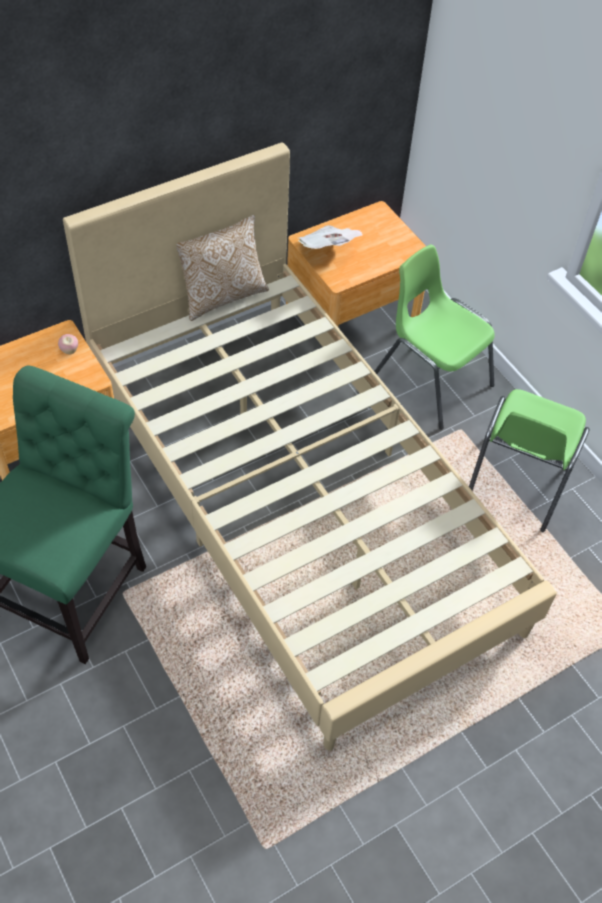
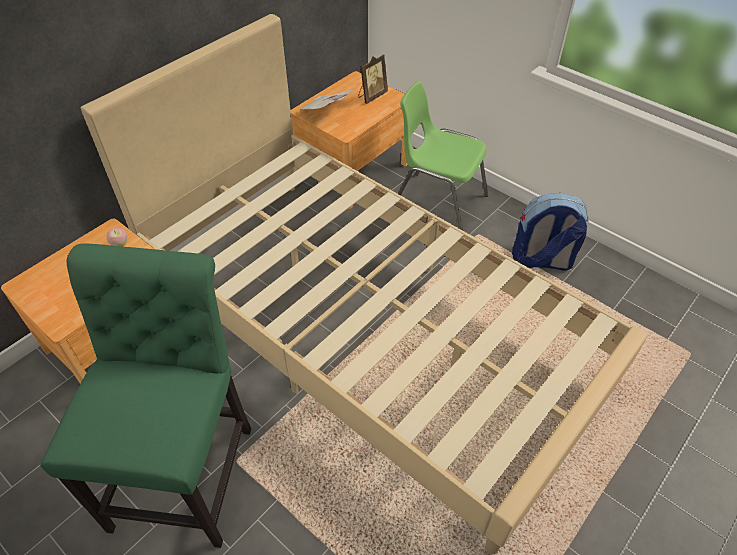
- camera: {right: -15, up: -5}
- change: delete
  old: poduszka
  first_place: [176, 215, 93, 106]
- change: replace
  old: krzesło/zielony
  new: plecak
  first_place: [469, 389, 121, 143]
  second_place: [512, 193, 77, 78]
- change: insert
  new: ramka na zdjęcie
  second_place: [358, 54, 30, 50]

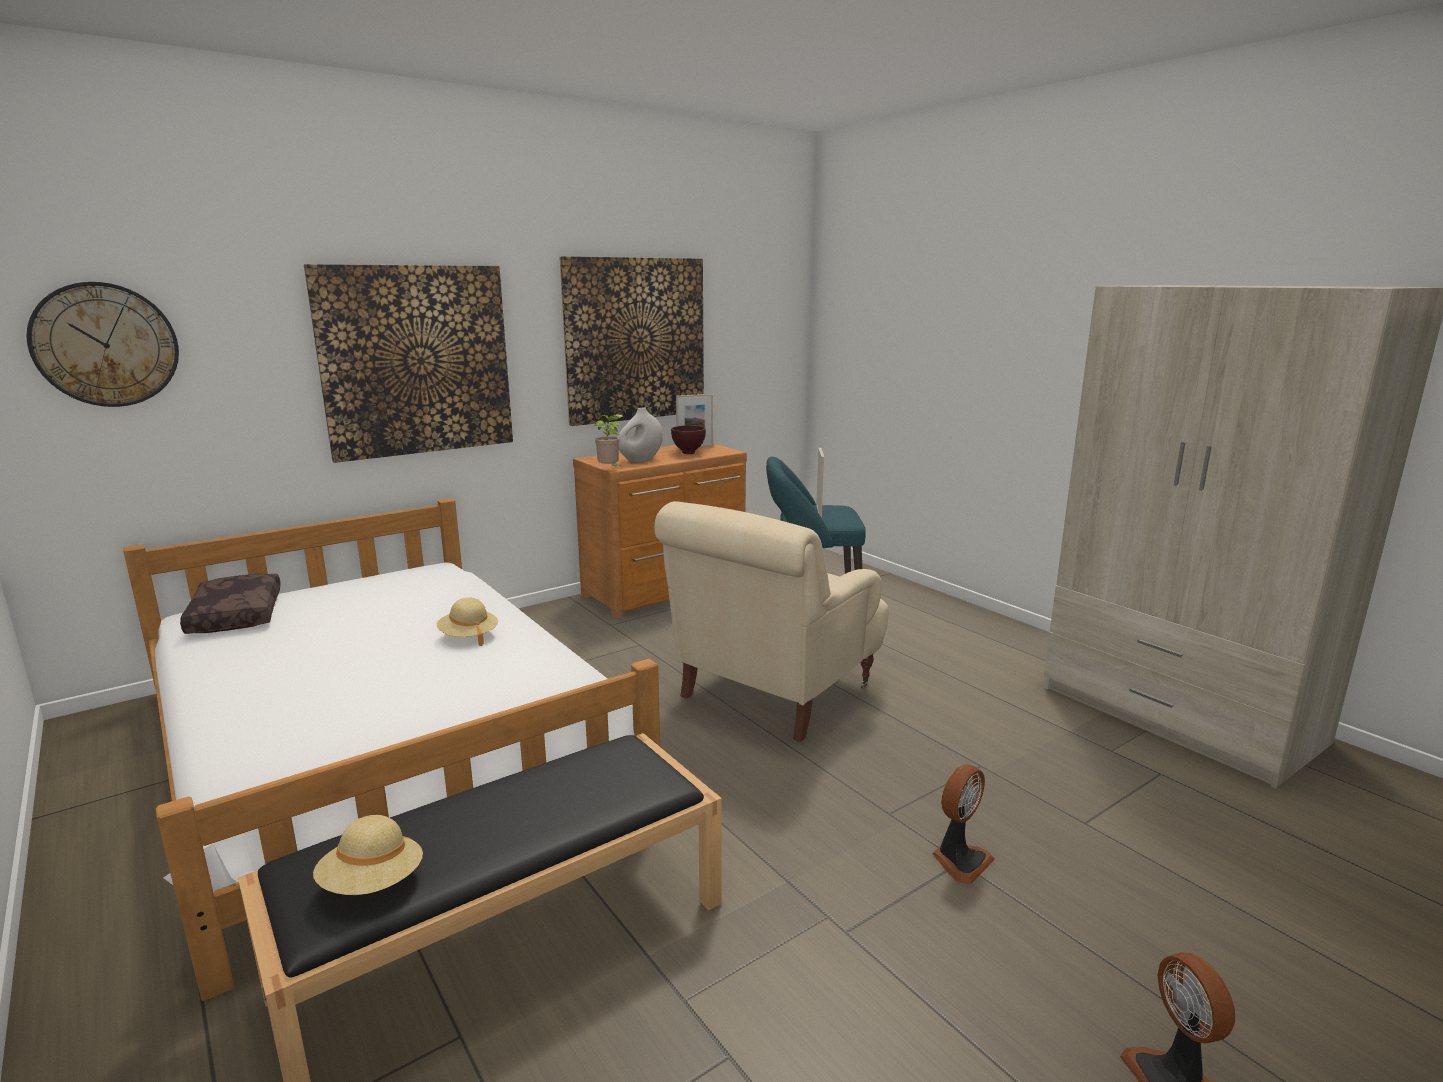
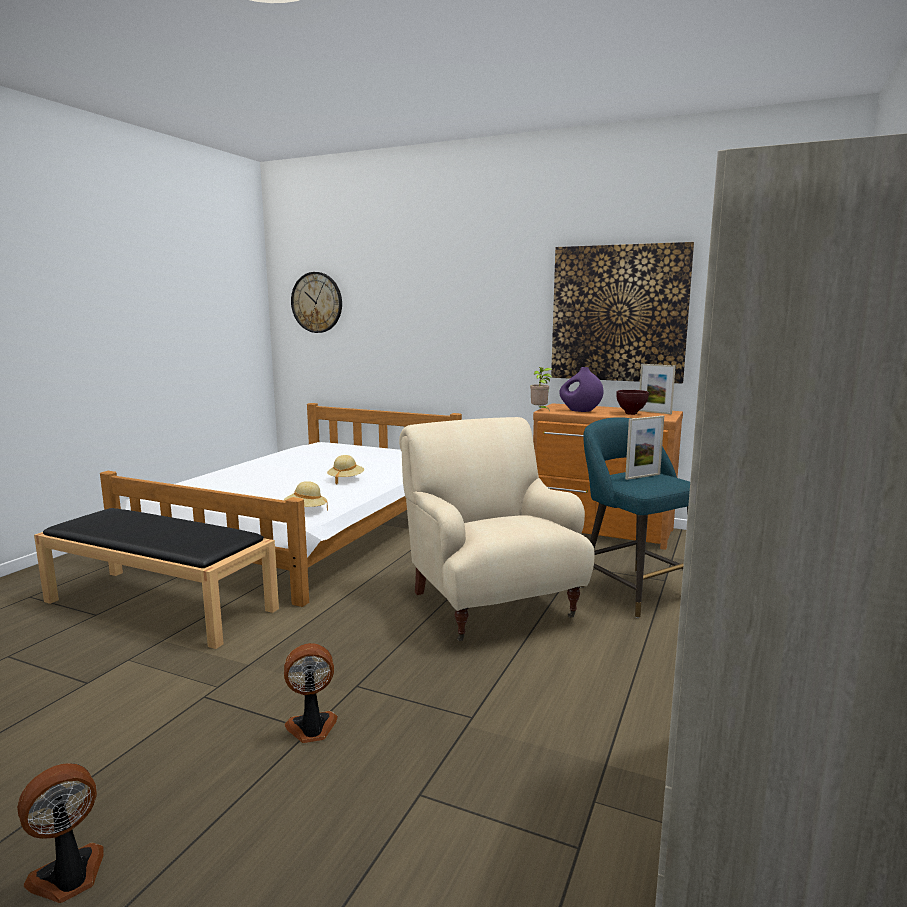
- camera: {right: 60, up: -5}
- change: delete
  old: poduszka/brązowy
  first_place: [180, 573, 101, 61]
- change: delete
  old: obraz
  first_place: [304, 264, 209, 199]
- change: move
  old: kapelusz/beżowy
  first_place: [313, 815, 110, 80]
  second_place: [284, 481, 44, 30]
- change: recolor
  old: wazon/biały
  new: wazon/fioletowy
  first_place: [617, 407, 46, 55]
  second_place: [559, 367, 44, 45]
- change: rotate
  old: fotel/beżowy
  first_place: [654, 501, 235, 241]
  second_place: [399, 417, 196, 224]
  degrees: 60
- change: rotate
  old: wentylator
  first_place: [932, 764, 63, 121]
  second_place: [284, 643, 54, 100]
  degrees: 150

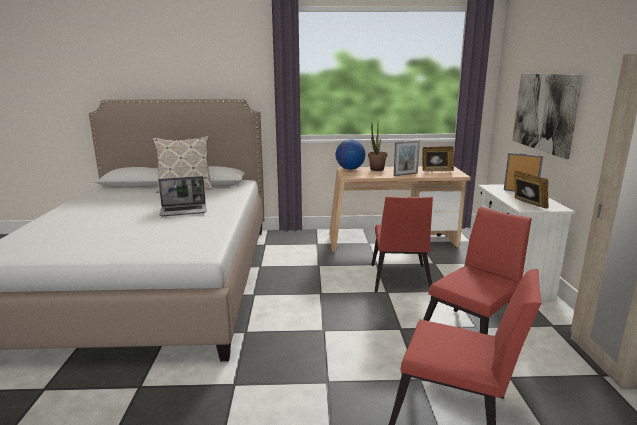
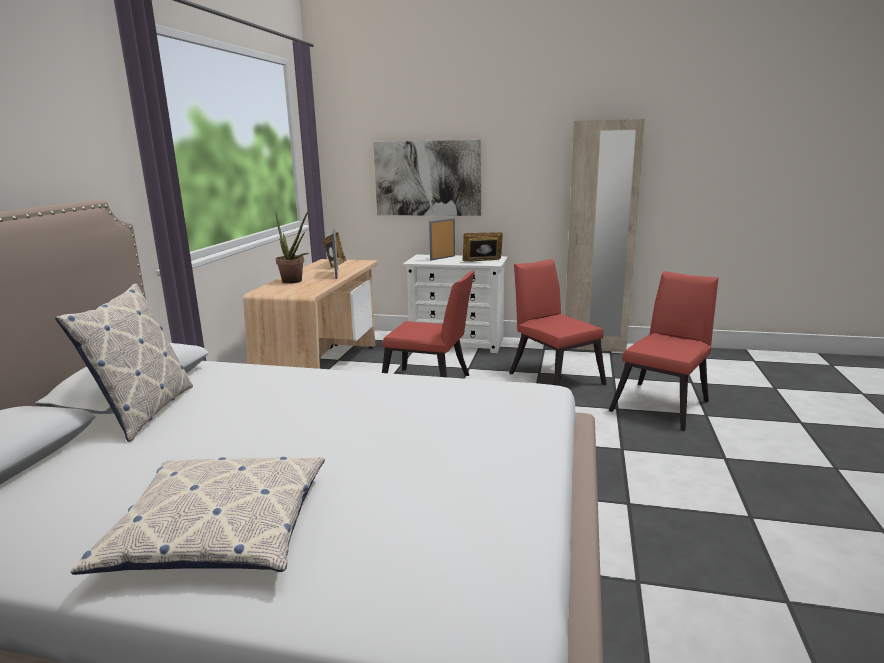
- camera: {right: -75, up: 0}
- change: delete
  old: laptop
  first_place: [158, 176, 48, 40]
- change: delete
  old: globus
  first_place: [336, 139, 29, 31]
- change: insert
  new: poduszka
  second_place: [71, 457, 254, 118]

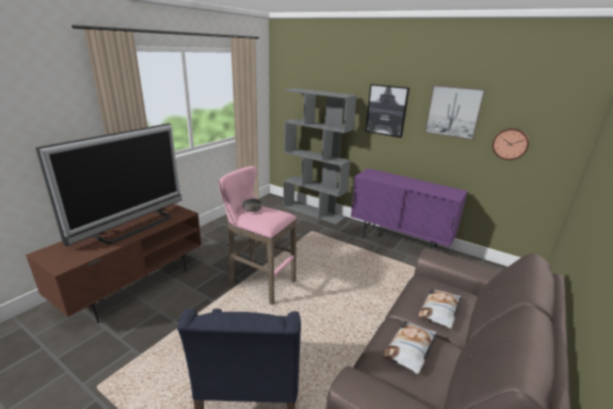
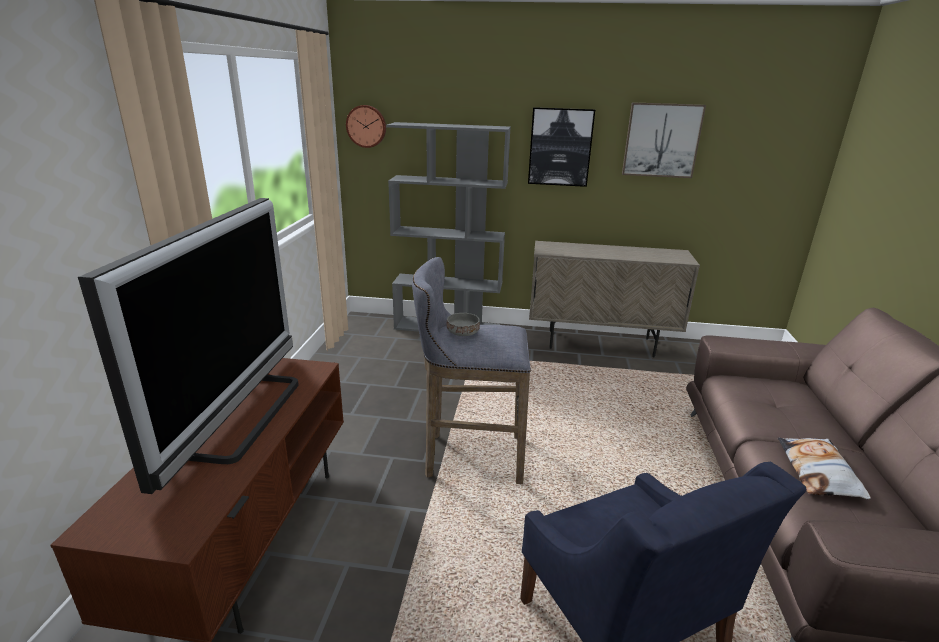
- camera: {right: -25, up: 0}
- change: recolor
  old: stołek/różowy
  new: stołek/szary
  first_place: [219, 166, 78, 139]
  second_place: [412, 257, 119, 227]
- change: recolor
  old: szafka/fioletowy
  new: szafka/beżowy
  first_place: [351, 168, 117, 81]
  second_place: [529, 241, 171, 117]
- change: delete
  old: poduszka
  first_place: [418, 289, 44, 40]
- change: move
  old: zegar ścienny
  first_place: [492, 128, 37, 32]
  second_place: [346, 105, 40, 43]

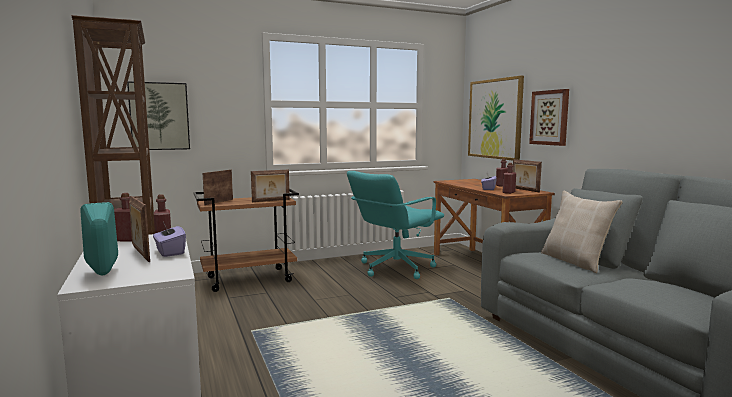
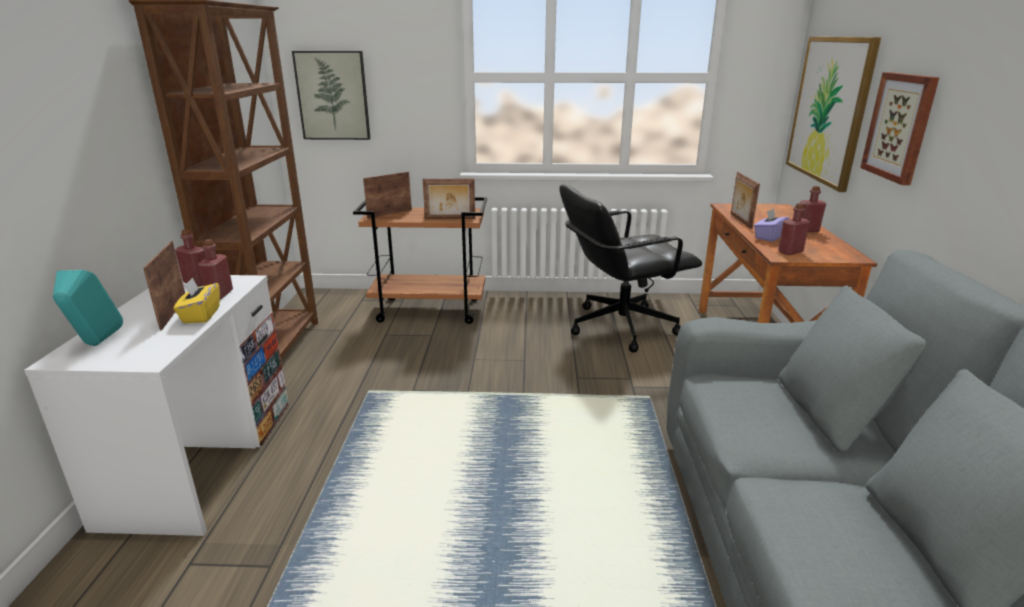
- camera: {right: 25, up: 15}
- change: recolor
  old: pudełko chusteczek/fioletowy
  new: pudełko chusteczek/żółty
  first_place: [153, 222, 33, 35]
  second_place: [173, 277, 47, 46]
- change: recolor
  old: krzesło biurowe/turkusowy
  new: krzesło biurowe/czarny
  first_place: [347, 171, 97, 108]
  second_place: [559, 184, 143, 169]
- change: move
  old: ramka na zdjęcie
  first_place: [513, 159, 29, 34]
  second_place: [731, 172, 29, 57]
- change: delete
  old: poduszka/beżowy
  first_place: [541, 190, 81, 83]

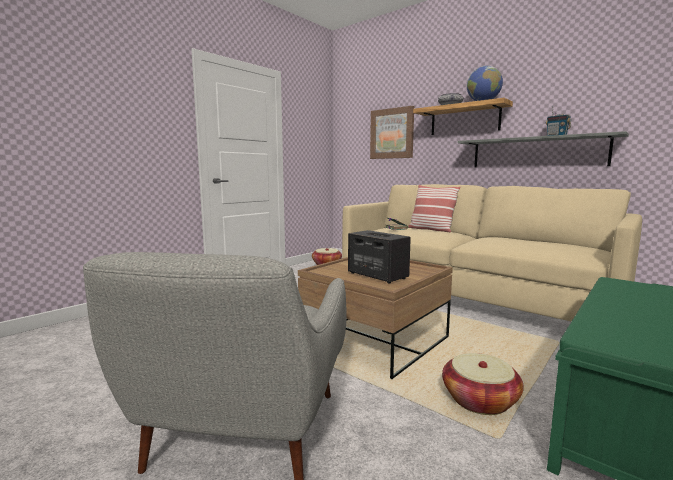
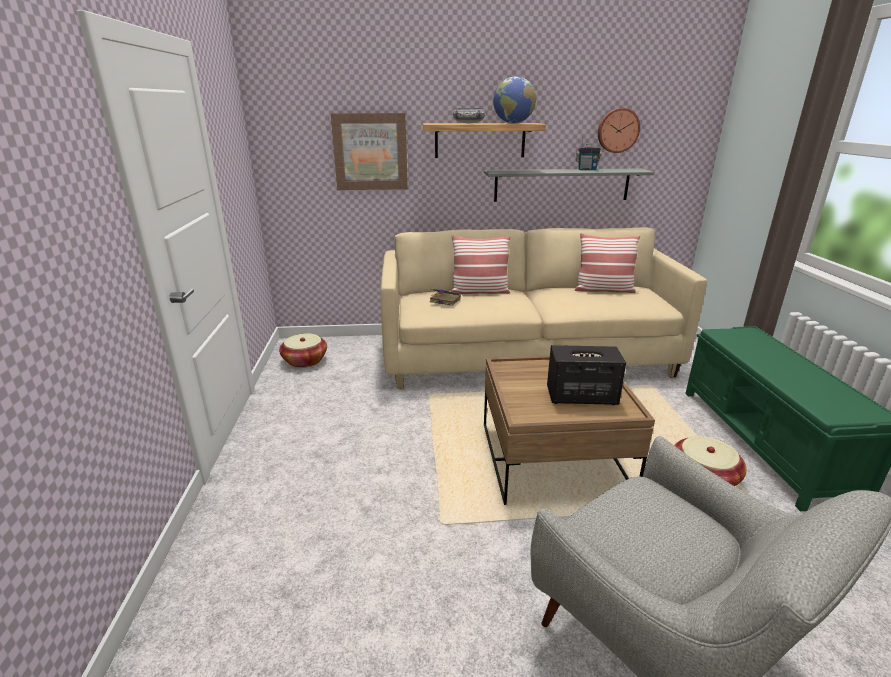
- camera: {right: -45, up: 15}
- change: insert
  new: poduszka
  second_place: [575, 233, 65, 60]
- change: insert
  new: zegar ścienny
  second_place: [598, 108, 42, 45]

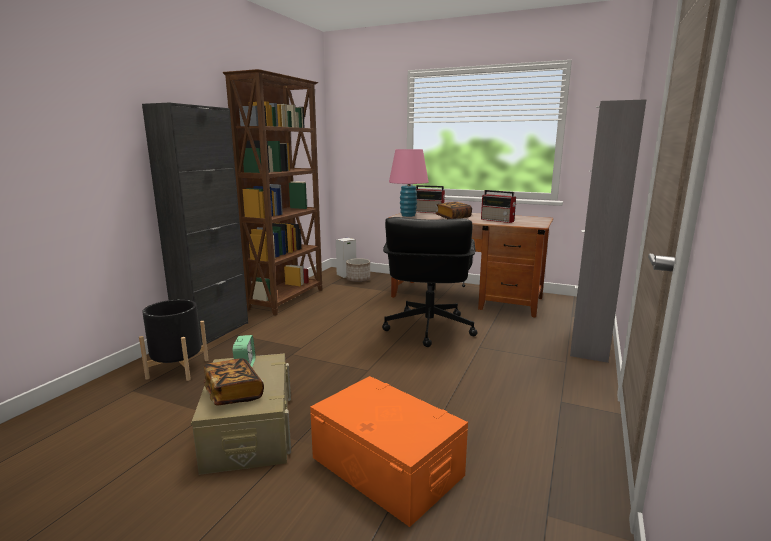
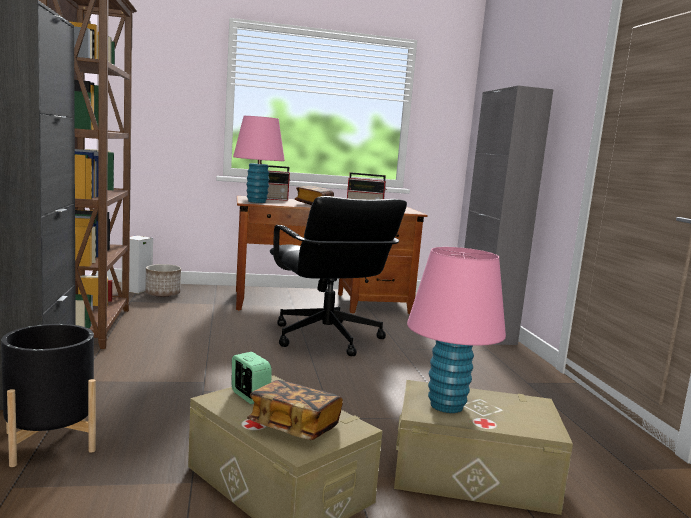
- camera: {right: -35, up: -5}
- change: recolor
  old: pojemnik do przechowywania/pomarańczowy
  new: pojemnik do przechowywania/beżowy
  first_place: [310, 376, 158, 151]
  second_place: [394, 380, 179, 135]
- change: insert
  new: lampa stołowa/różowy
  second_place: [407, 247, 99, 166]

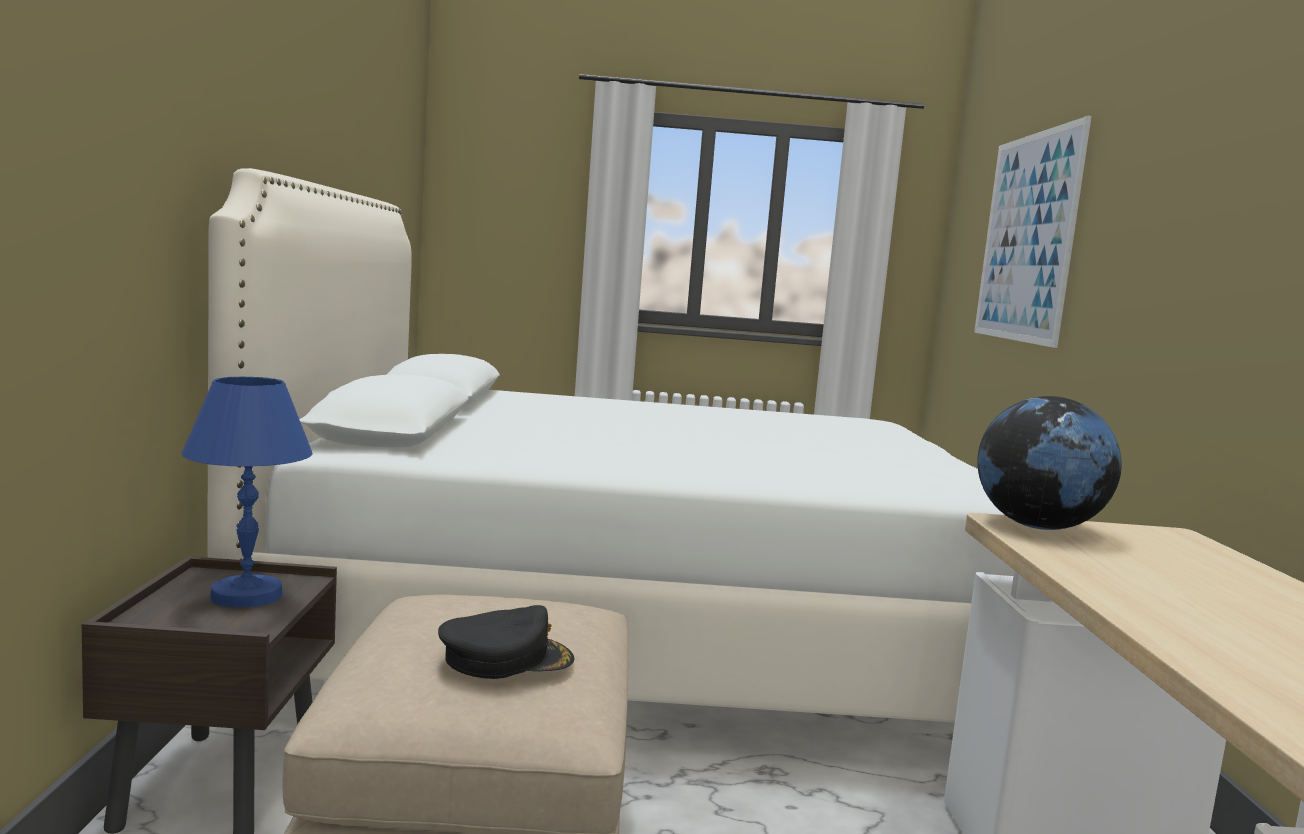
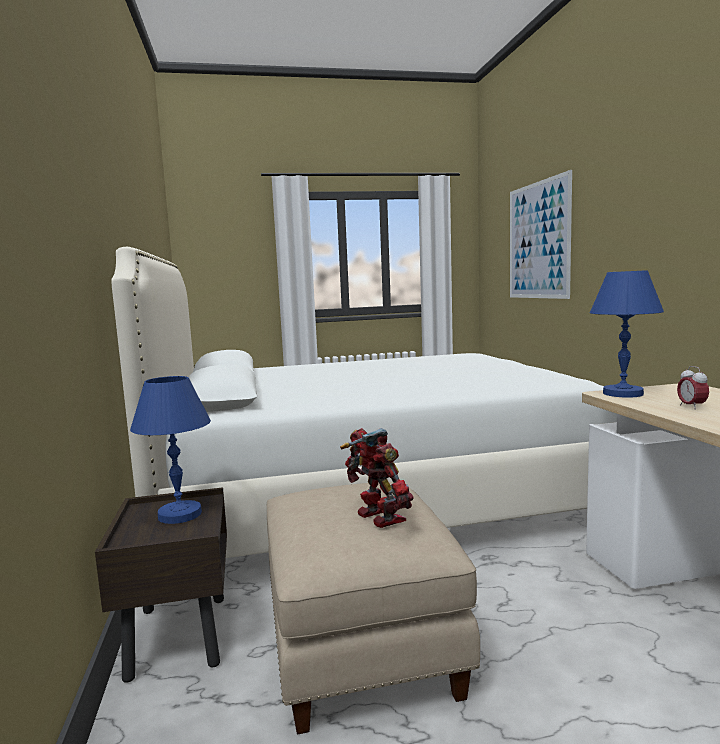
- camera: {right: -10, up: 0}
- change: replace
  old: czapka z daszkiem/czarny
  new: robot zabawkowy
  first_place: [438, 605, 136, 74]
  second_place: [340, 428, 74, 100]
- change: replace
  old: globus
  new: lampa stołowa/niebieski
  first_place: [977, 396, 144, 134]
  second_place: [590, 270, 74, 128]
- change: insert
  new: budzik
  second_place: [677, 366, 32, 44]

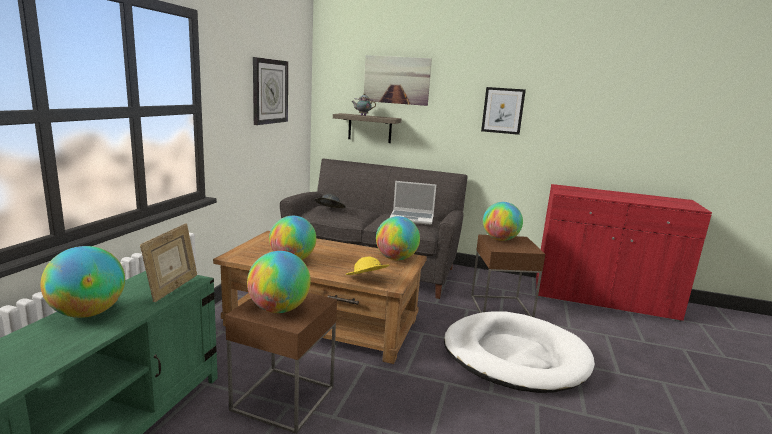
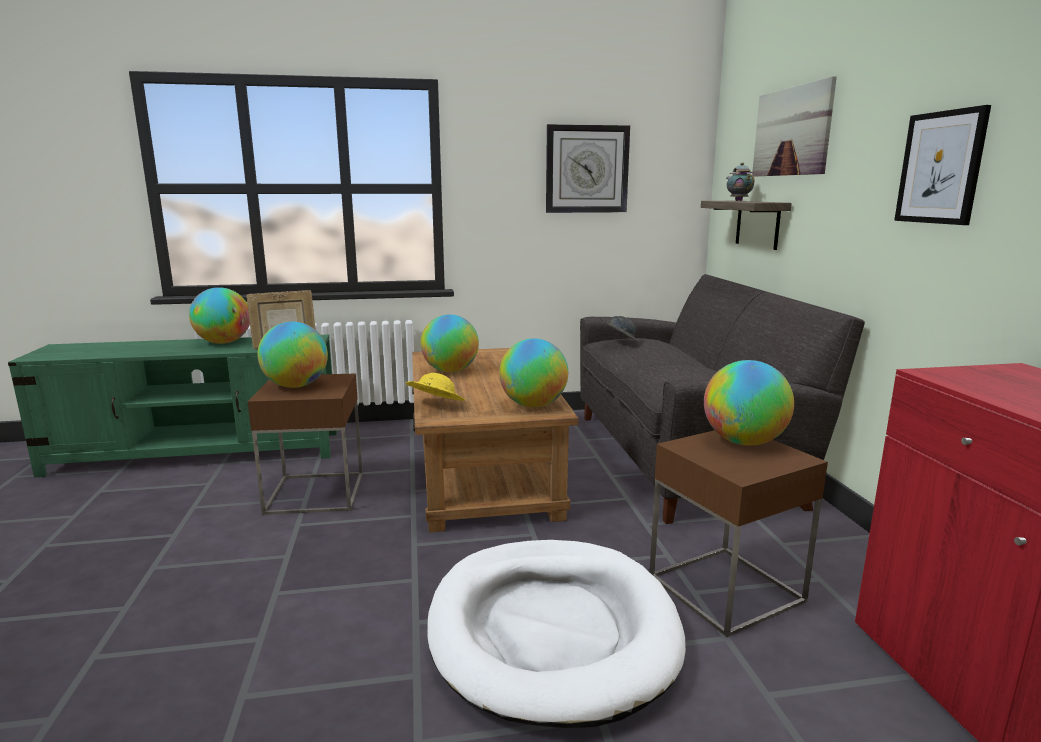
- camera: {right: 65, up: 0}
- change: delete
  old: laptop
  first_place: [389, 181, 47, 44]

